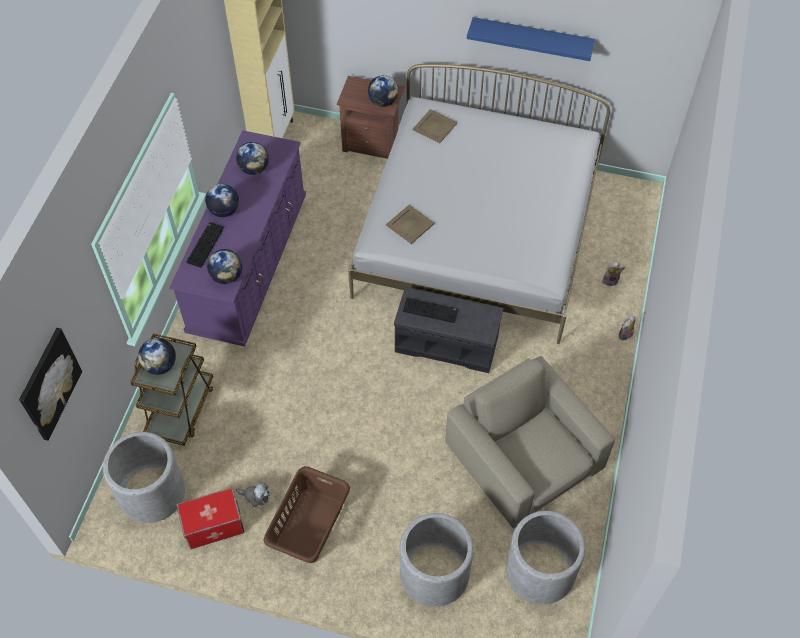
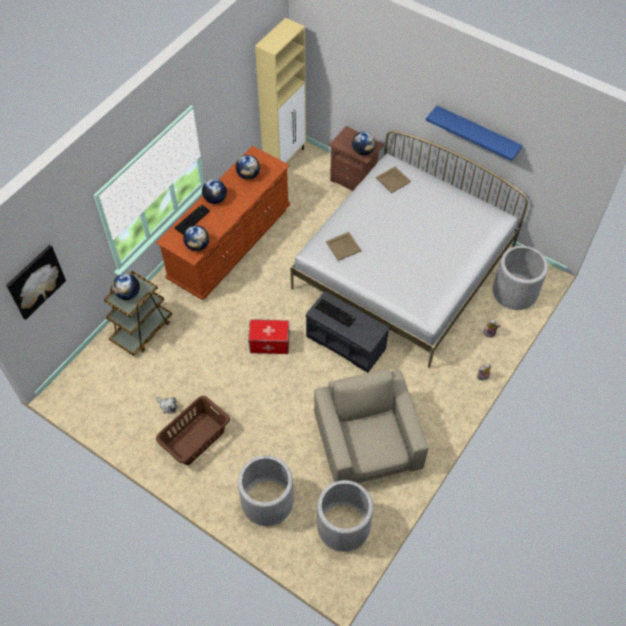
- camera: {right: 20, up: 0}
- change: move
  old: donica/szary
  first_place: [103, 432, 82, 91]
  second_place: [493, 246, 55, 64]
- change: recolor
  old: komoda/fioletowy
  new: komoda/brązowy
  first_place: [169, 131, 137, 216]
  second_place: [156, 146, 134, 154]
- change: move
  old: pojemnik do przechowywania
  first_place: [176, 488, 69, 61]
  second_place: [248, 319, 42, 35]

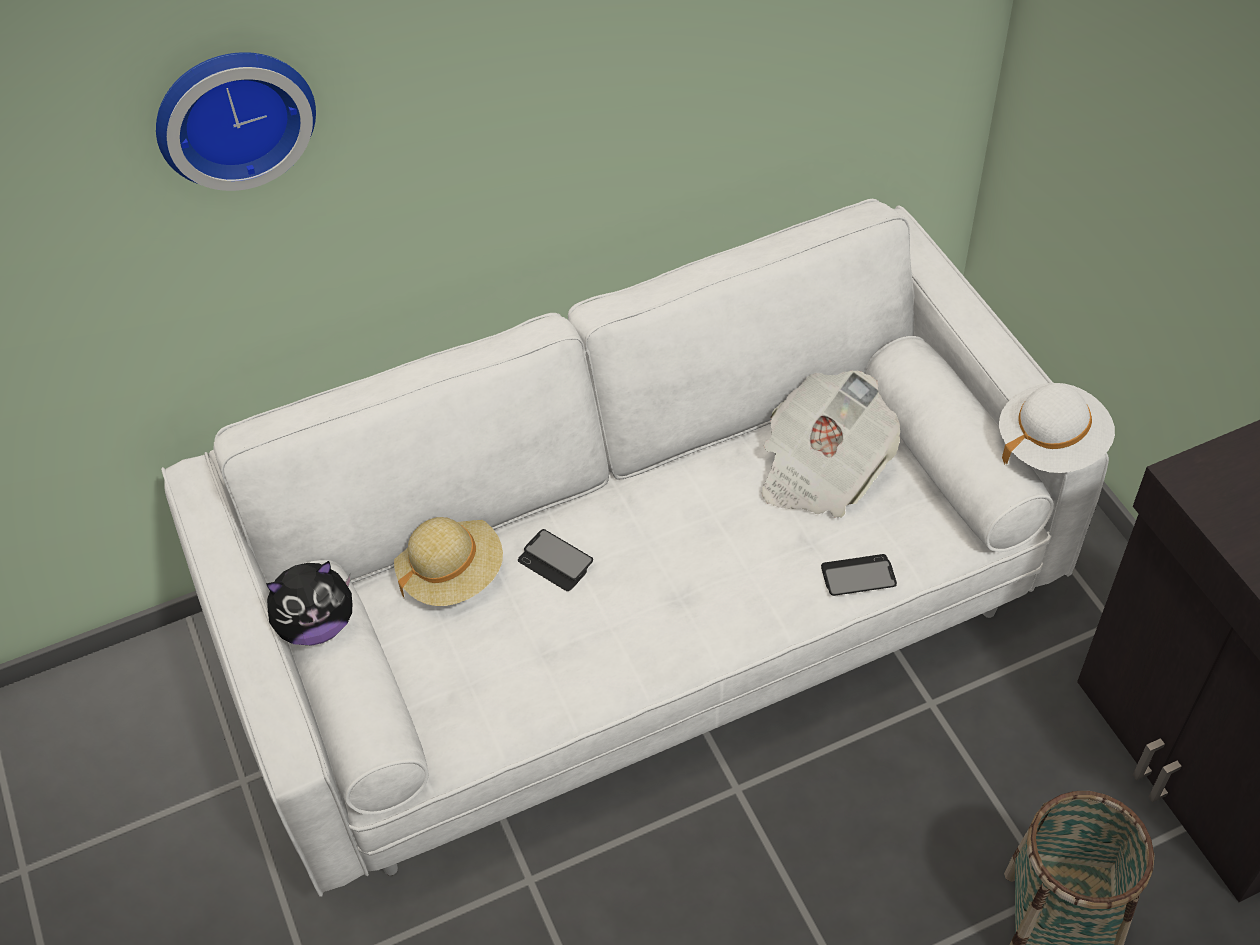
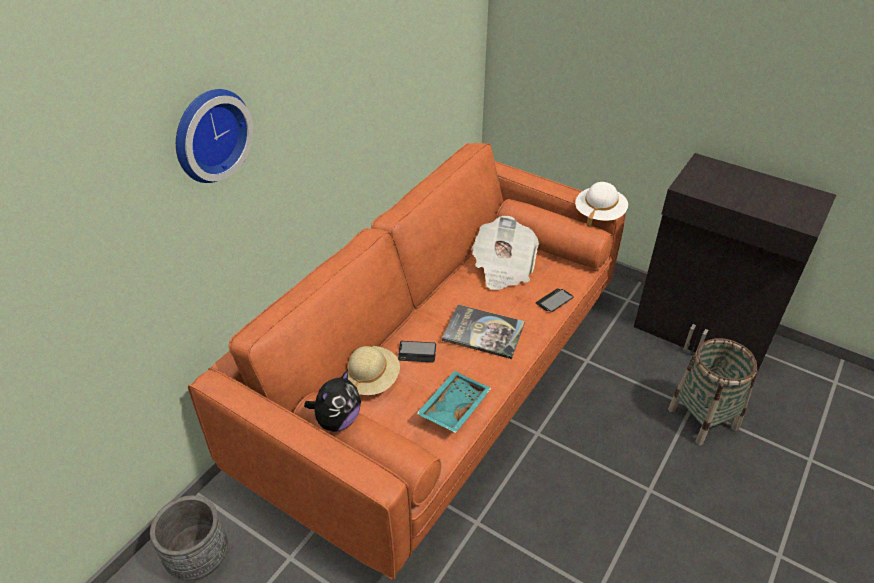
- camera: {right: -35, up: -10}
- change: recolor
  old: kanapa/biały
  new: kanapa/pomarańczowy
  first_place: [161, 199, 948, 698]
  second_place: [188, 143, 438, 437]
- change: insert
  new: donica/szary
  second_place: [150, 495, 78, 85]
- change: insert
  new: taca/turkusowy
  second_place: [416, 371, 76, 62]
- change: insert
  new: książka
  second_place: [442, 304, 83, 55]

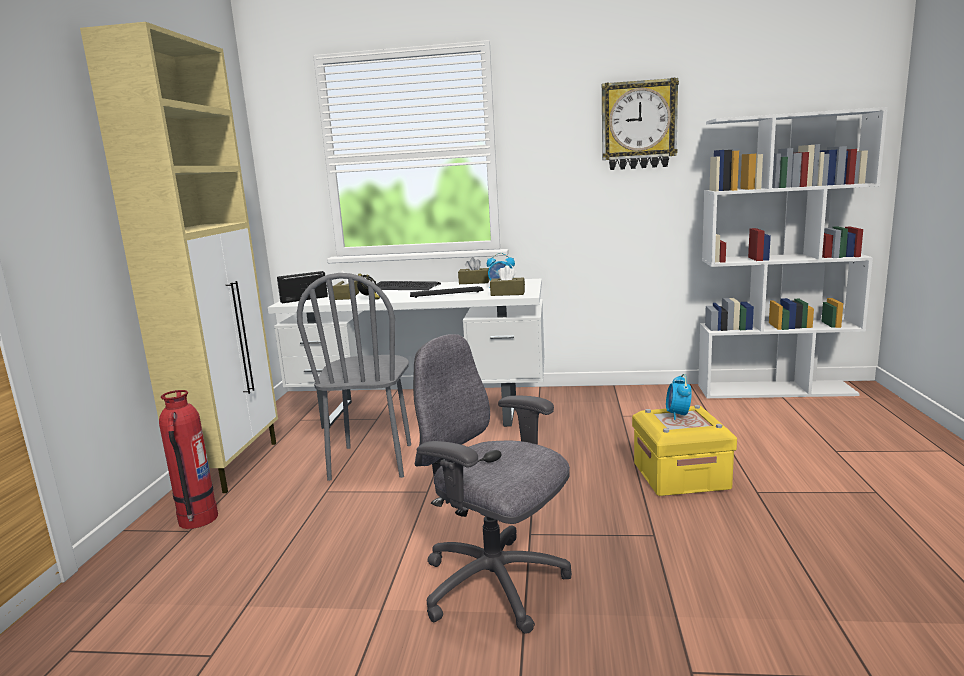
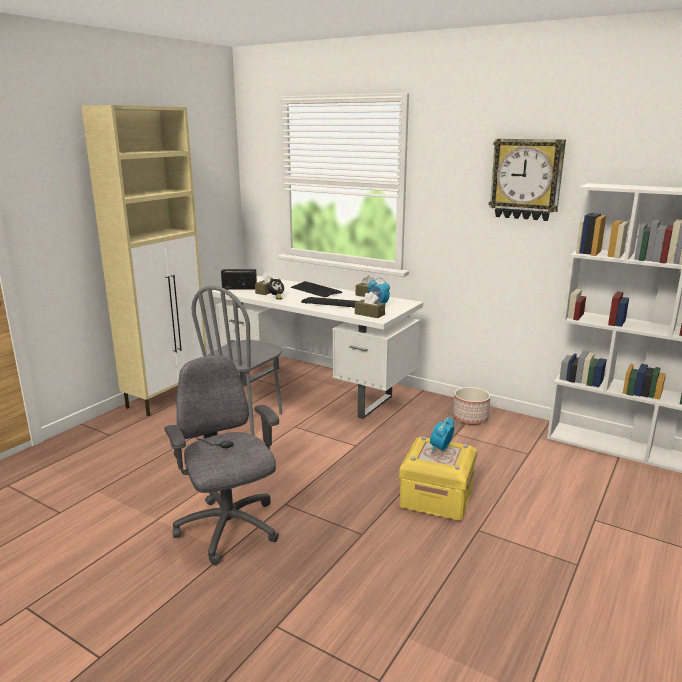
- camera: {right: 25, up: 5}
- change: delete
  old: gaśnica
  first_place: [159, 390, 59, 139]
- change: insert
  new: donica
  second_place: [453, 387, 37, 38]

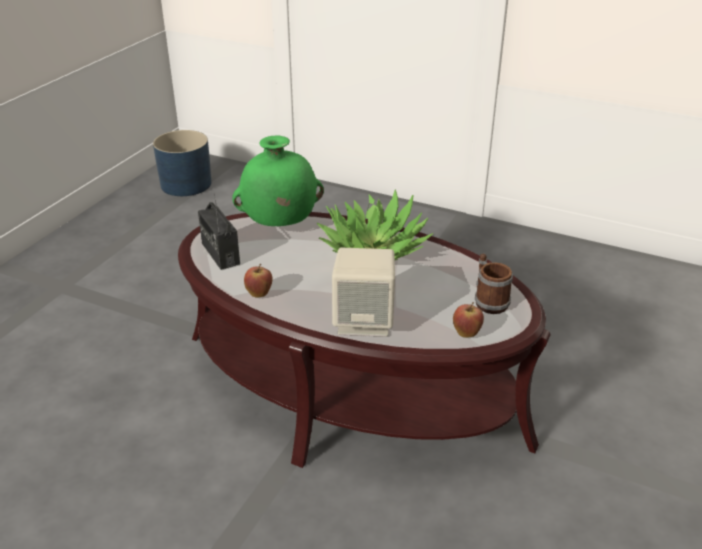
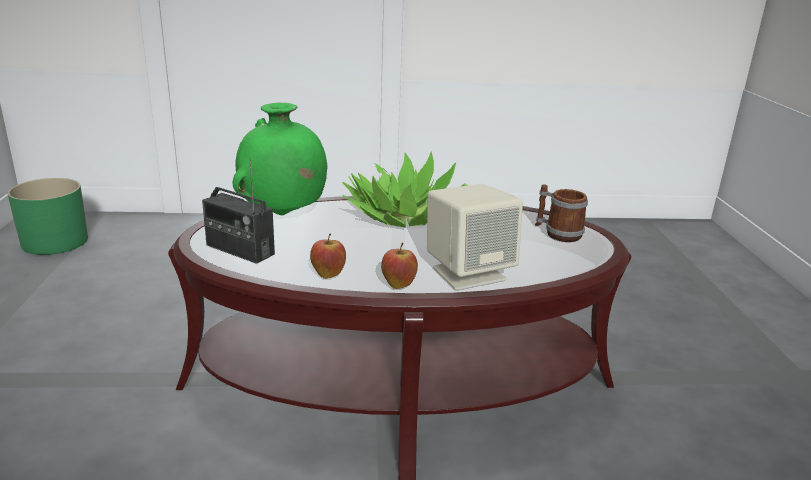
- camera: {right: -30, up: -10}
- change: recolor
  old: donica/niebieski
  new: donica/zielony
  first_place: [153, 130, 59, 66]
  second_place: [7, 178, 81, 77]
- change: move
  old: jabłko
  first_place: [453, 302, 31, 36]
  second_place: [381, 243, 37, 46]

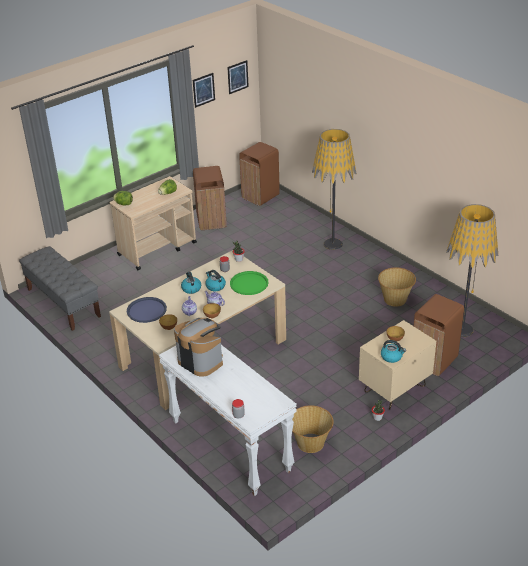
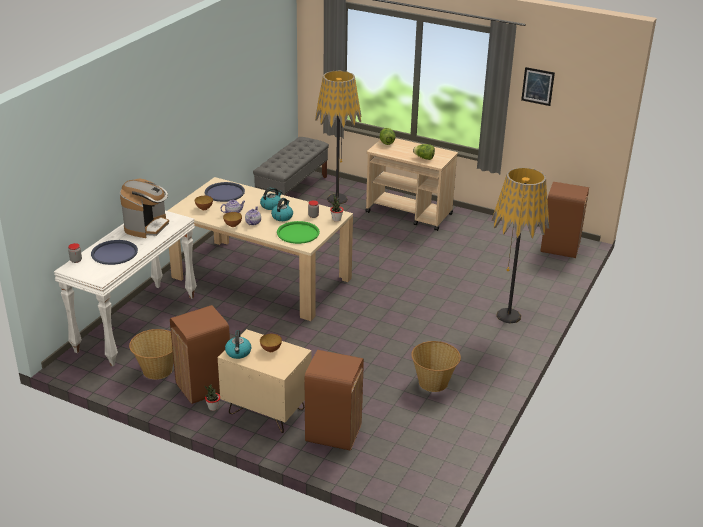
- camera: {right: 65, up: -5}
- change: move
  old: kosz na śmieci/brązowy
  first_place: [193, 166, 34, 64]
  second_place: [170, 305, 60, 99]
- change: delete
  old: obraz
  first_place: [227, 60, 22, 34]
- change: move
  old: lampa stojąca
  first_place: [446, 204, 52, 133]
  second_place: [315, 70, 46, 134]
- change: insert
  new: taca/niebieski
  second_place: [91, 240, 47, 25]

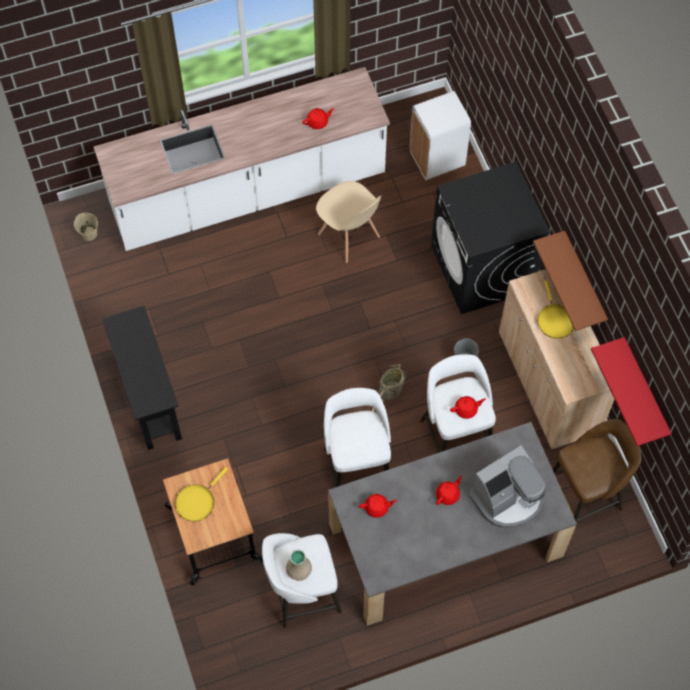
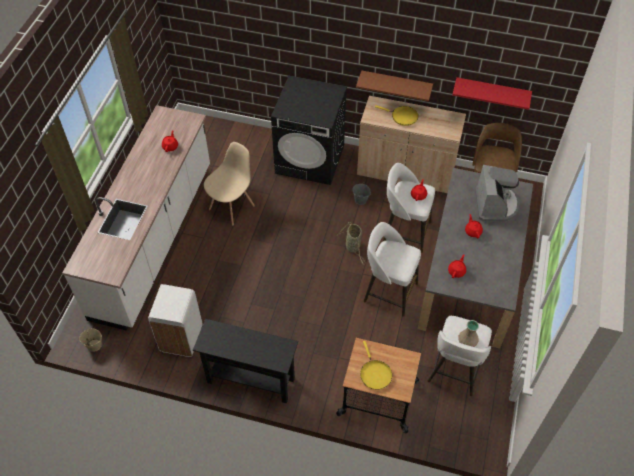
- camera: {right: -55, up: -10}
- change: rotate
  old: krzesło/beżowy
  first_place: [316, 181, 65, 82]
  second_place: [204, 142, 51, 84]
  degrees: -45
- change: move
  old: kosz na śmieci/biały
  first_place: [410, 91, 61, 89]
  second_place: [148, 284, 55, 73]

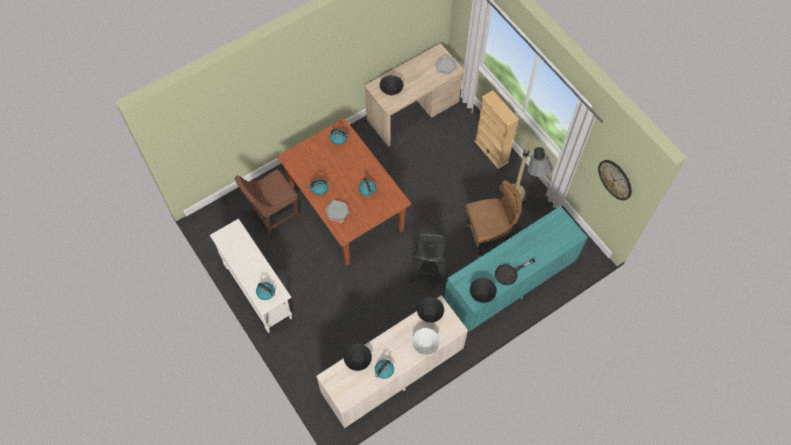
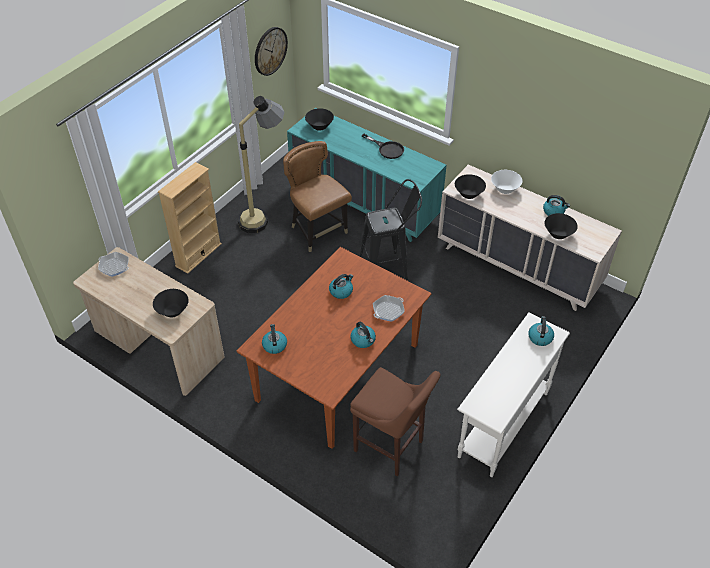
- camera: {right: -110, up: -15}
- change: move
  old: miska/czarny
  first_place: [470, 278, 27, 25]
  second_place: [305, 108, 29, 23]

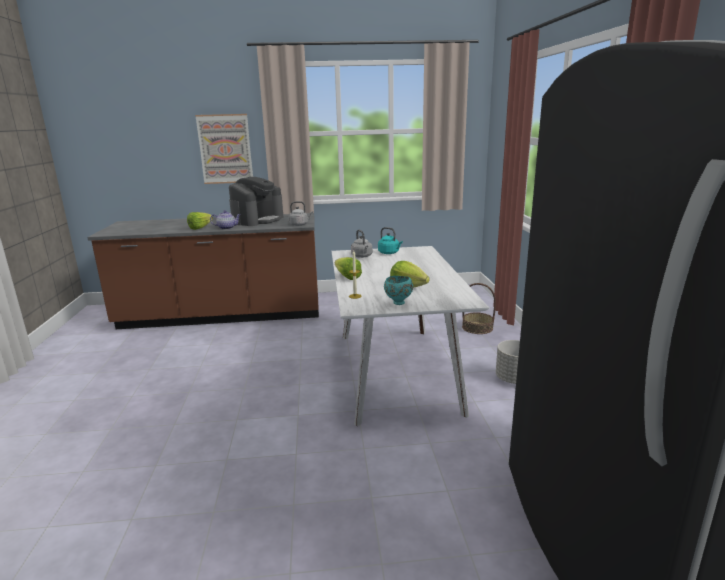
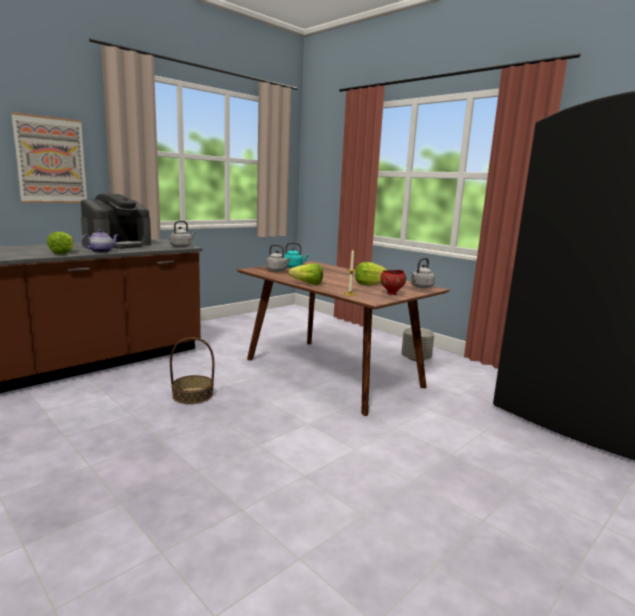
- camera: {right: -40, up: -5}
- change: rotate
  old: ekspres do kawy
  first_place: [229, 177, 54, 49]
  second_place: [81, 194, 70, 55]
  degrees: 45
- change: recolor
  old: stół jadalny/biały
  new: stół jadalny/brązowy
  first_place: [331, 246, 158, 180]
  second_place: [237, 261, 213, 155]
- change: recolor
  old: miska/turkusowy
  new: miska/czerwony
  first_place: [384, 276, 29, 29]
  second_place: [380, 270, 26, 25]
- change: move
  old: koszyk
  first_place: [462, 283, 34, 51]
  second_place: [170, 337, 44, 67]
- change: insert
  new: czajnik/szary
  second_place: [410, 258, 25, 30]

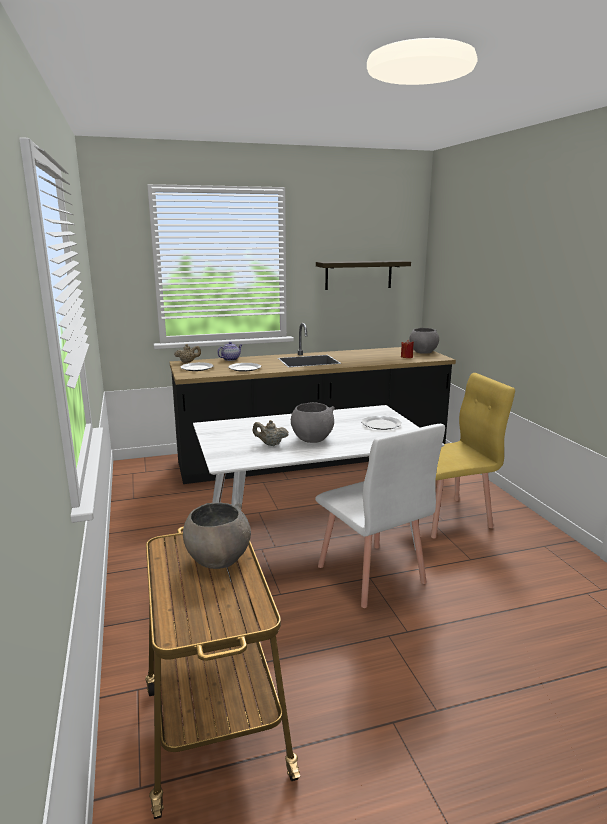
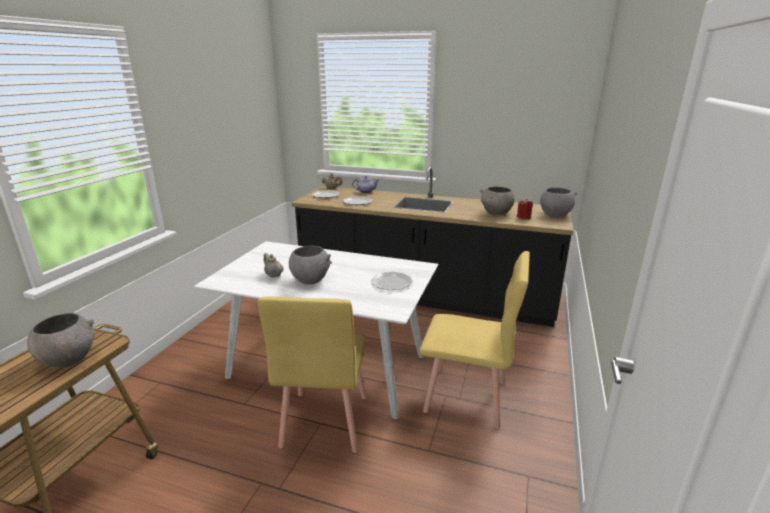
- camera: {right: 35, up: 5}
- change: recolor
  old: krzesło/biały
  new: krzesło/żółty
  first_place: [315, 424, 130, 184]
  second_place: [258, 297, 109, 156]
- change: delete
  old: półka
  first_place: [316, 260, 95, 30]
- change: insert
  new: miska/szary
  second_place: [480, 187, 35, 28]

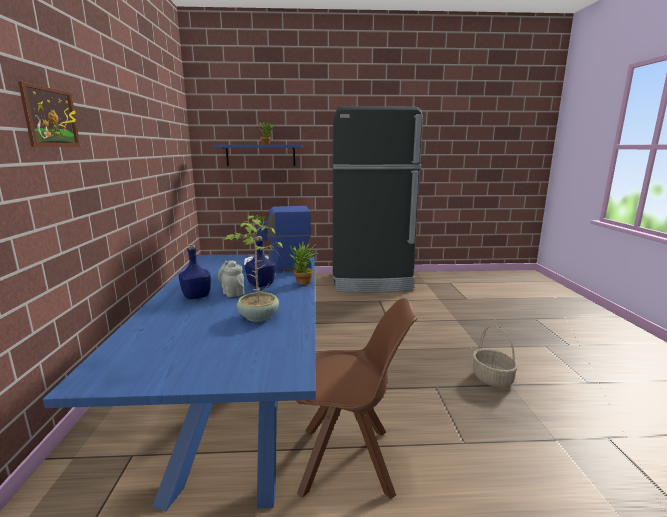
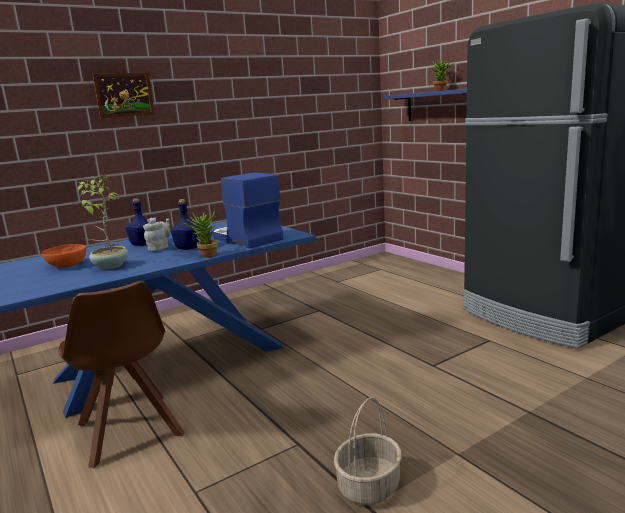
- camera: {right: 60, up: 0}
- change: insert
  new: miska/pomarańczowy
  second_place: [41, 244, 45, 24]

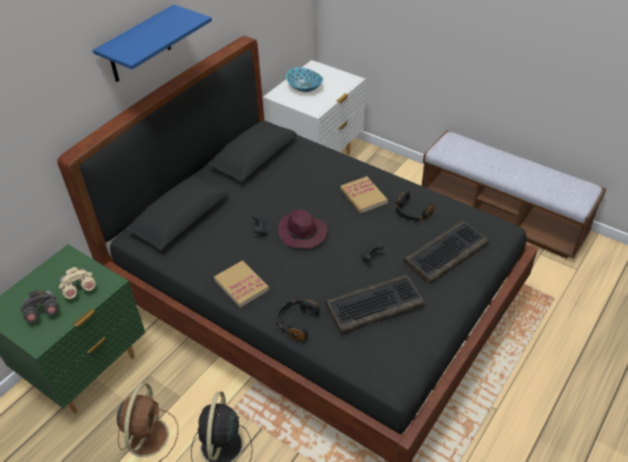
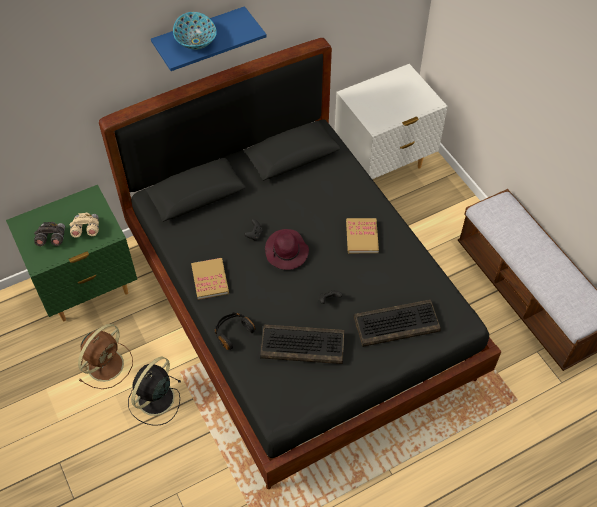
- camera: {right: 25, up: 10}
- change: move
  old: miska
  first_place: [286, 67, 37, 25]
  second_place: [173, 12, 44, 38]
- change: delete
  old: słuchawki/czarny
  first_place: [395, 191, 40, 31]

